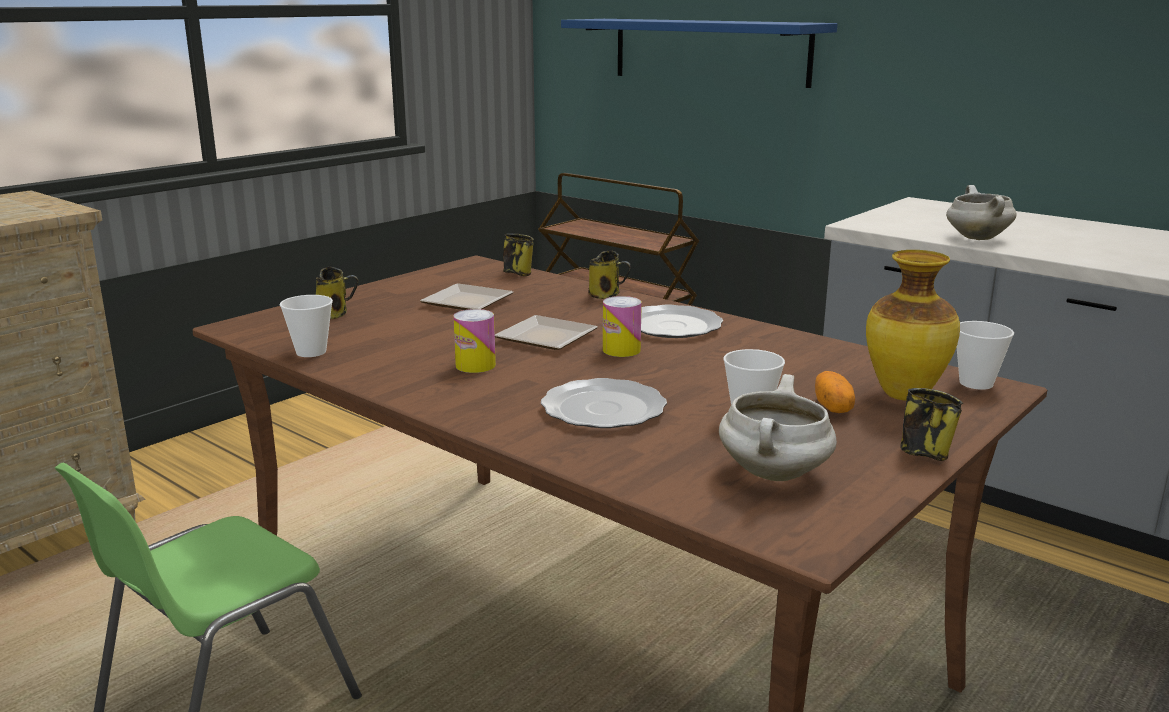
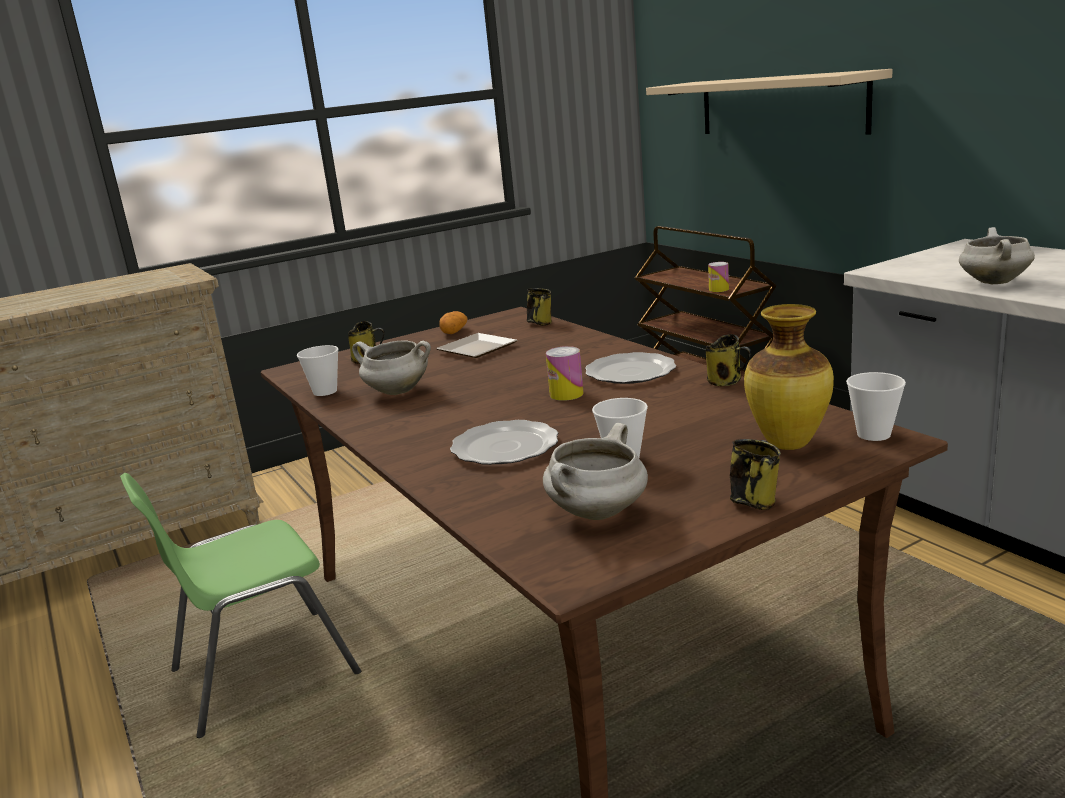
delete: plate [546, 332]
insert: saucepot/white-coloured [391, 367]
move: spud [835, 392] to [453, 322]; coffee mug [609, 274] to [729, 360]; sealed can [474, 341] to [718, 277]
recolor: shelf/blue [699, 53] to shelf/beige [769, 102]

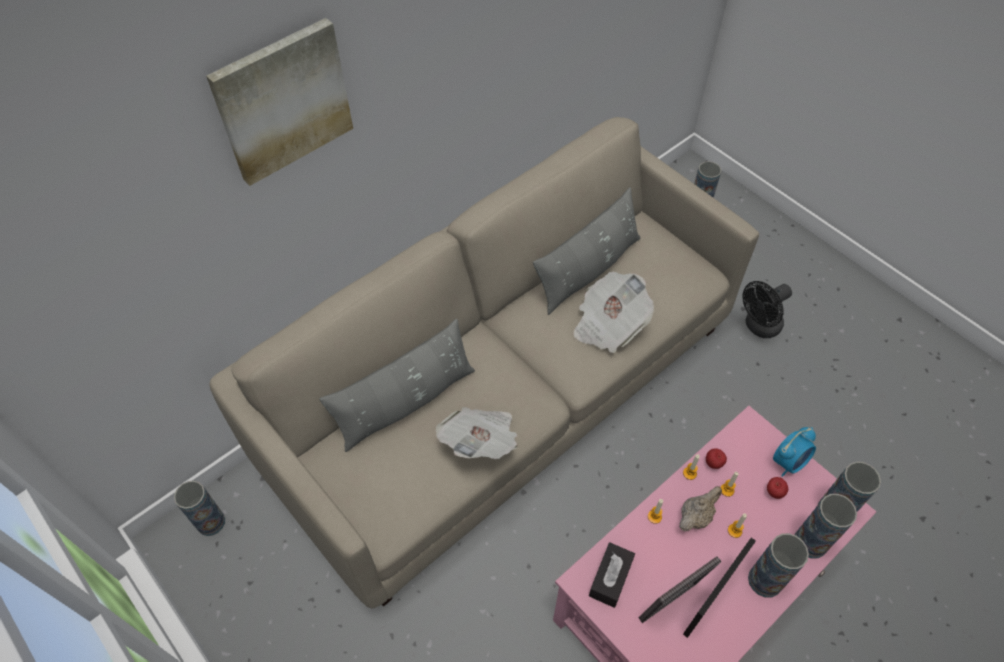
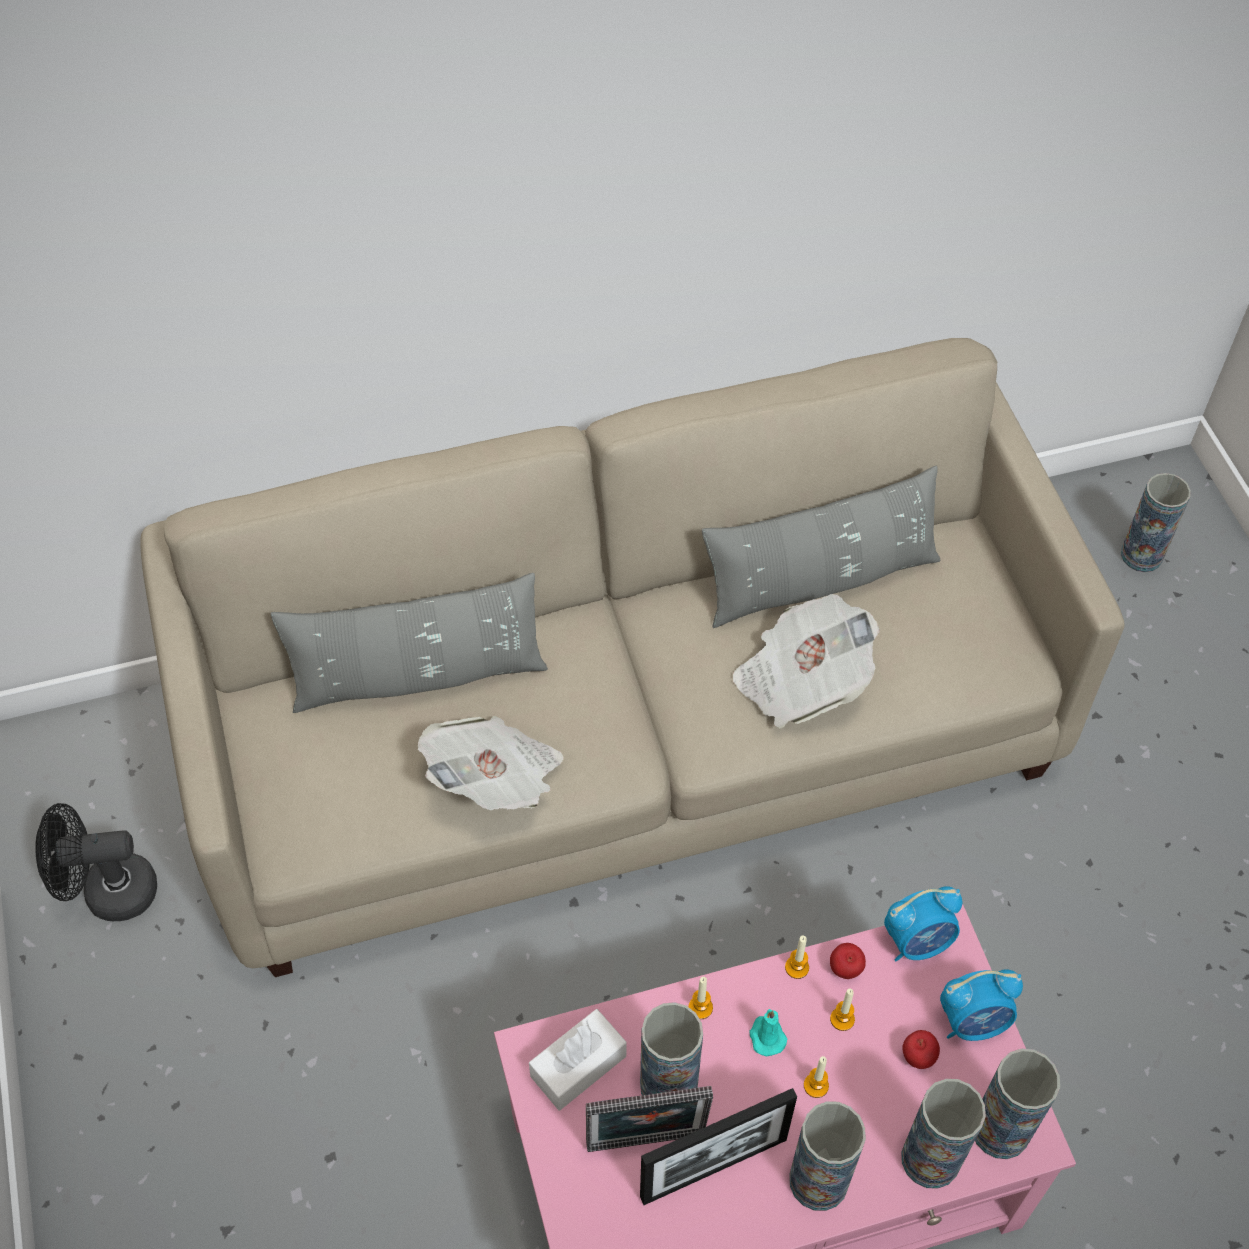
delete: wall picture [279, 102]
insert: bedside clock [923, 923]
move: fan/black-coloured [767, 309] to [96, 862]; decorative vase [199, 508] to [671, 1048]
replace: pot for tea/beige [700, 508] to wax light/turquoise-coloured [768, 1032]
recolor: tissue holder/black-coloured [612, 575] to tissue holder/white-coloured [578, 1060]

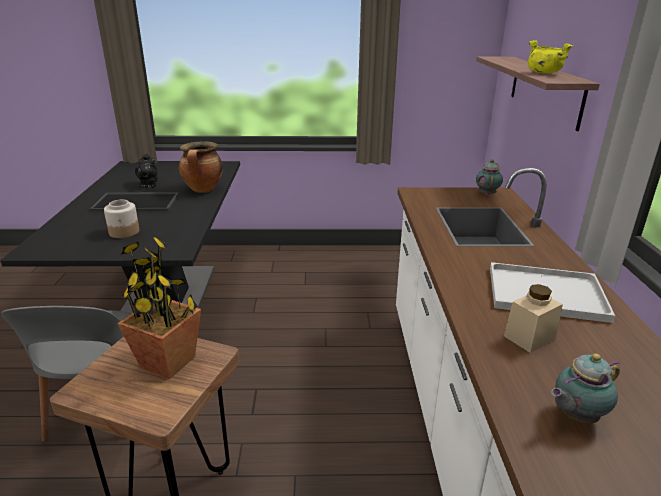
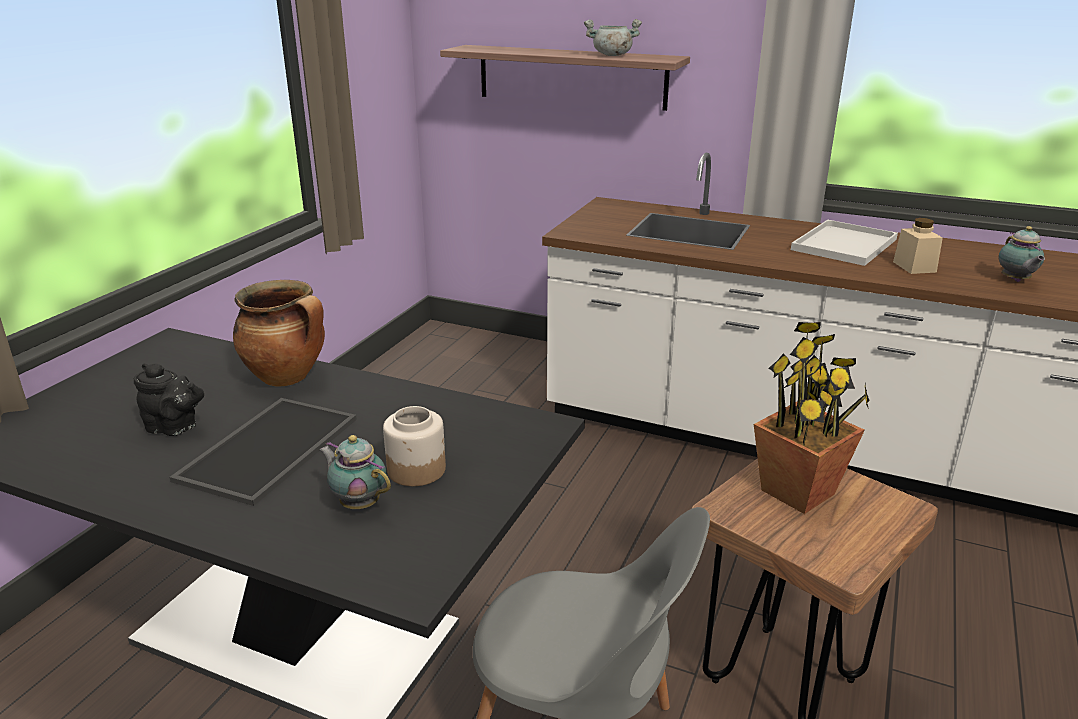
move: pot for tea [489, 177] to [355, 472]
recolor: saucepot/yellow [550, 57] to saucepot/grey [613, 37]

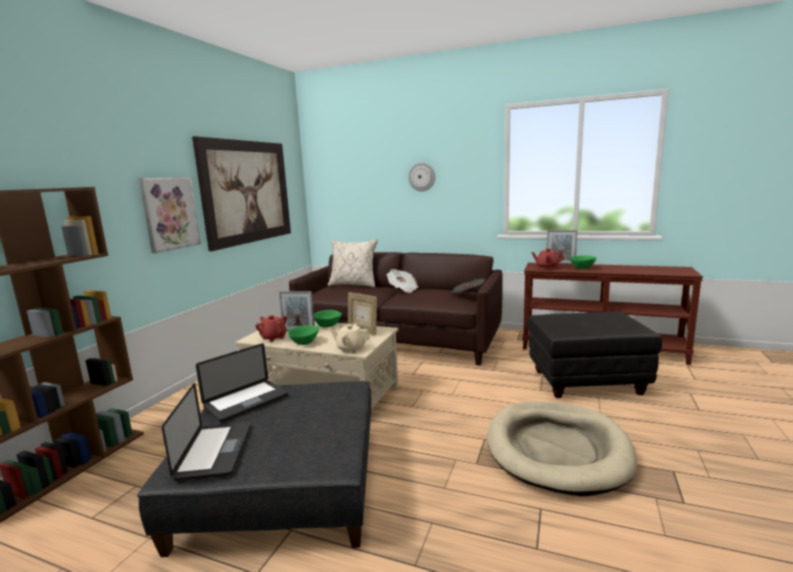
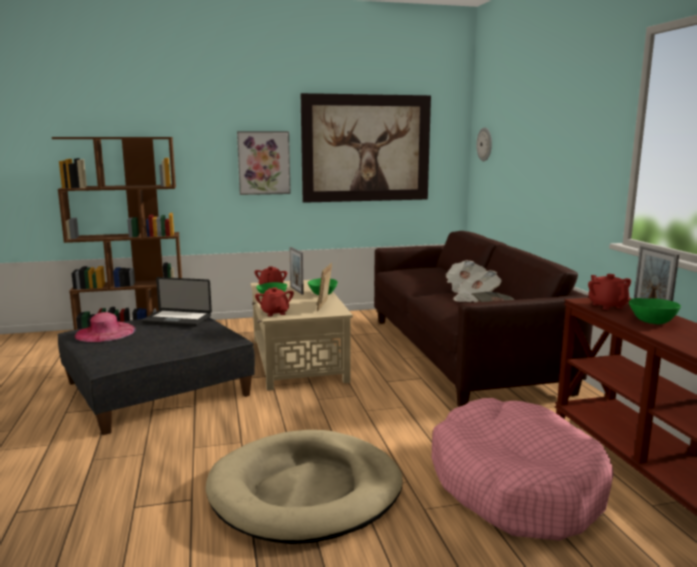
delete: pillow/beige [353, 263]
insert: printed paper [477, 286]
move: clock on the wall [421, 176] to [484, 144]
replace: portable computer [206, 432] to clothing hat/pink-coloured [105, 327]; footrest/black-coloured [594, 355] to dog bed/pink-coloured [522, 469]
recolor: pot for tea/beige [350, 338] to pot for tea/reddish [274, 301]

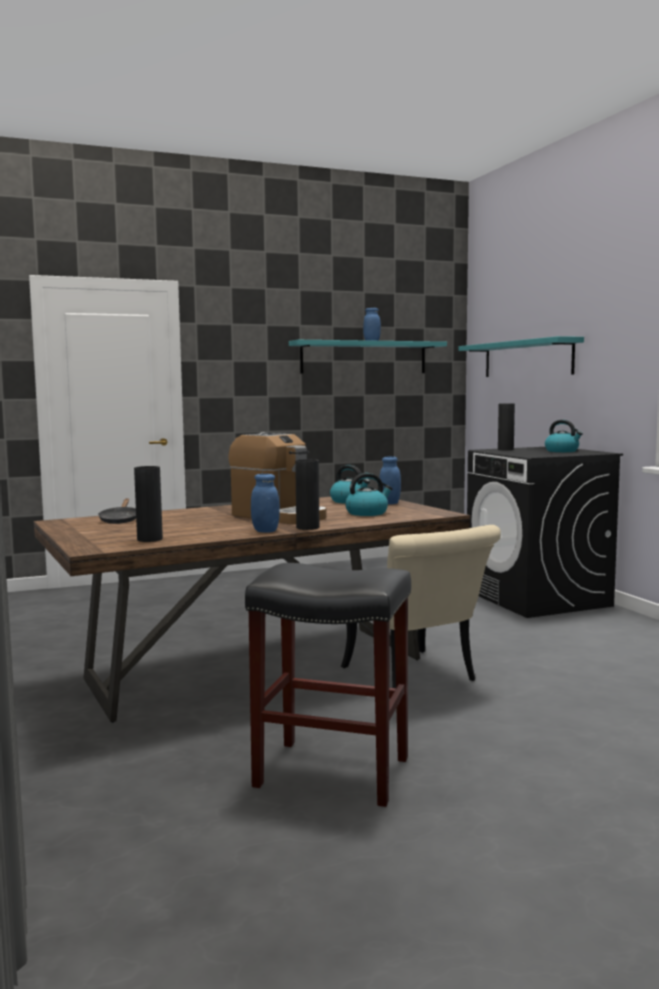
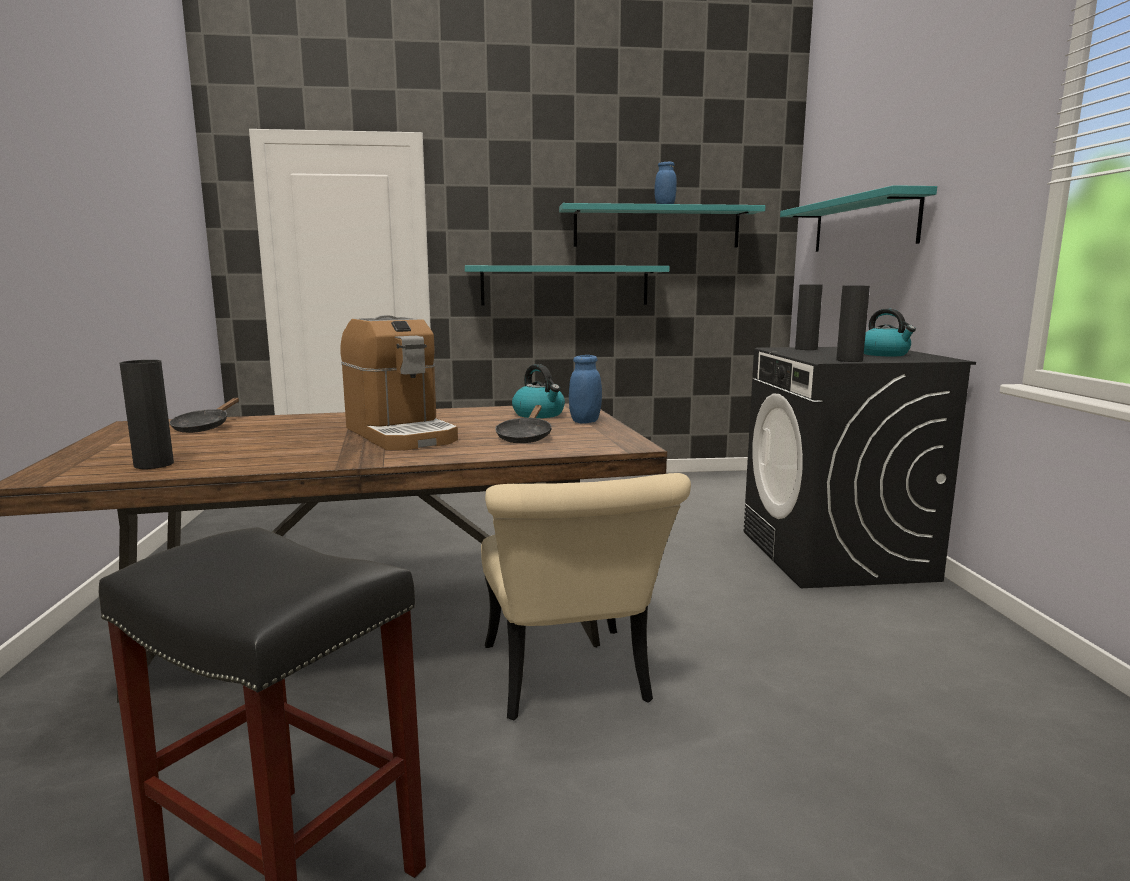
delete: storage jar/blue [265, 503]
insert: shelf/turquoise-coloured [567, 285]
move: decorative vase/black-coloured [307, 494] to [853, 324]
replace: water kettle [369, 494] to frying pan/black-coloured [523, 424]

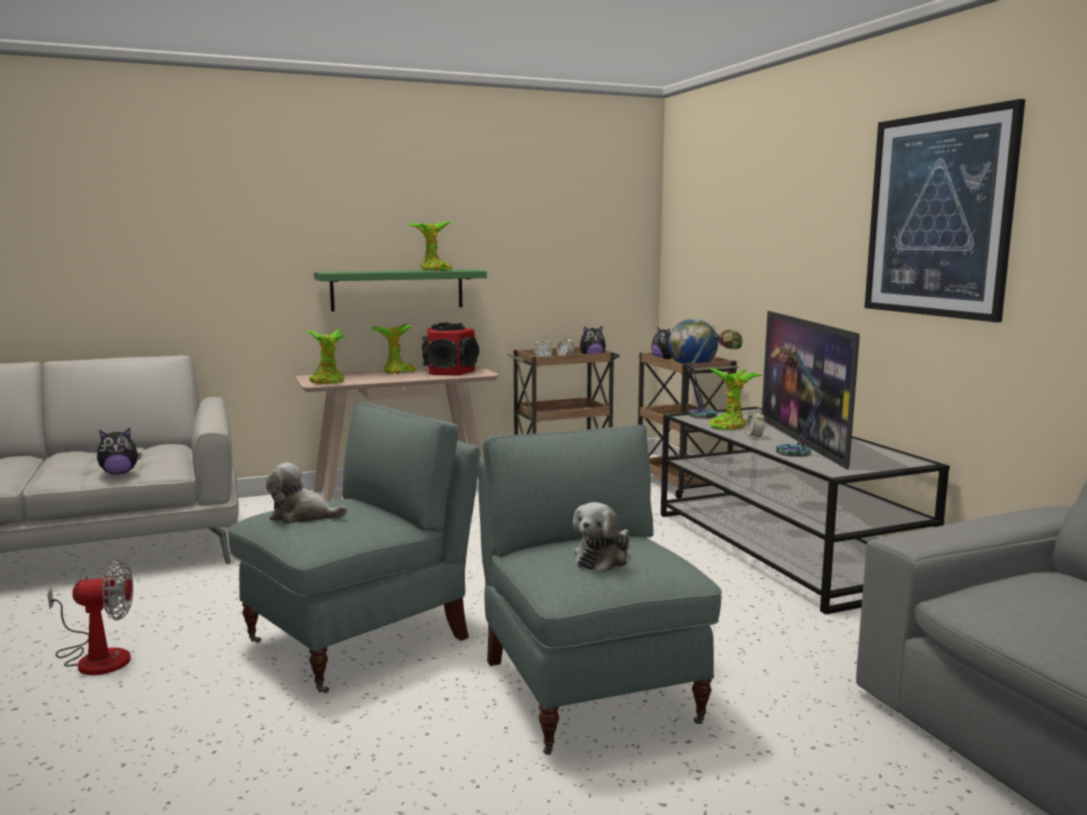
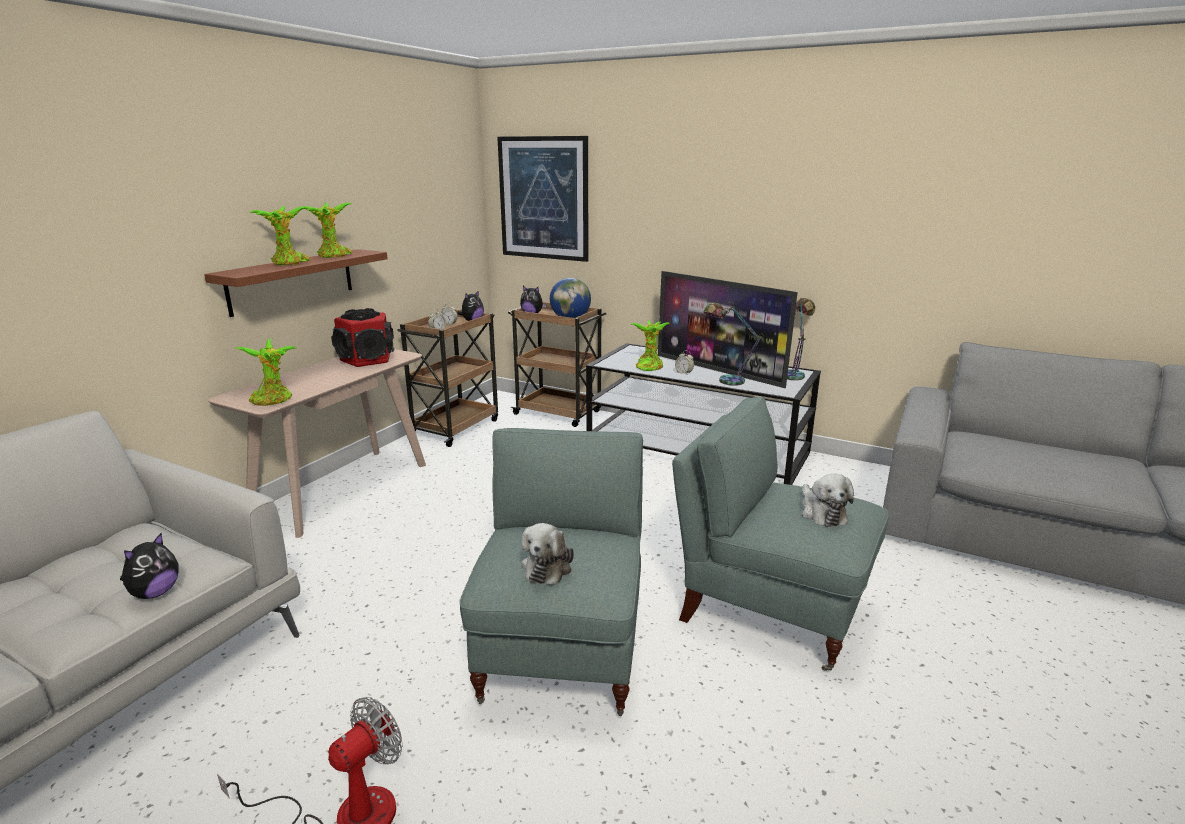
move: plant in a pot [394, 348] to [279, 235]; wall picture [944, 210] to [542, 199]; lamp for a table [714, 372] to [801, 339]
recolor: shelf/green-coloured [400, 290] to shelf/brownish [296, 283]
rotate: cuddly toy [306, 493] = [547, 554] 45 degrees counterclockwise

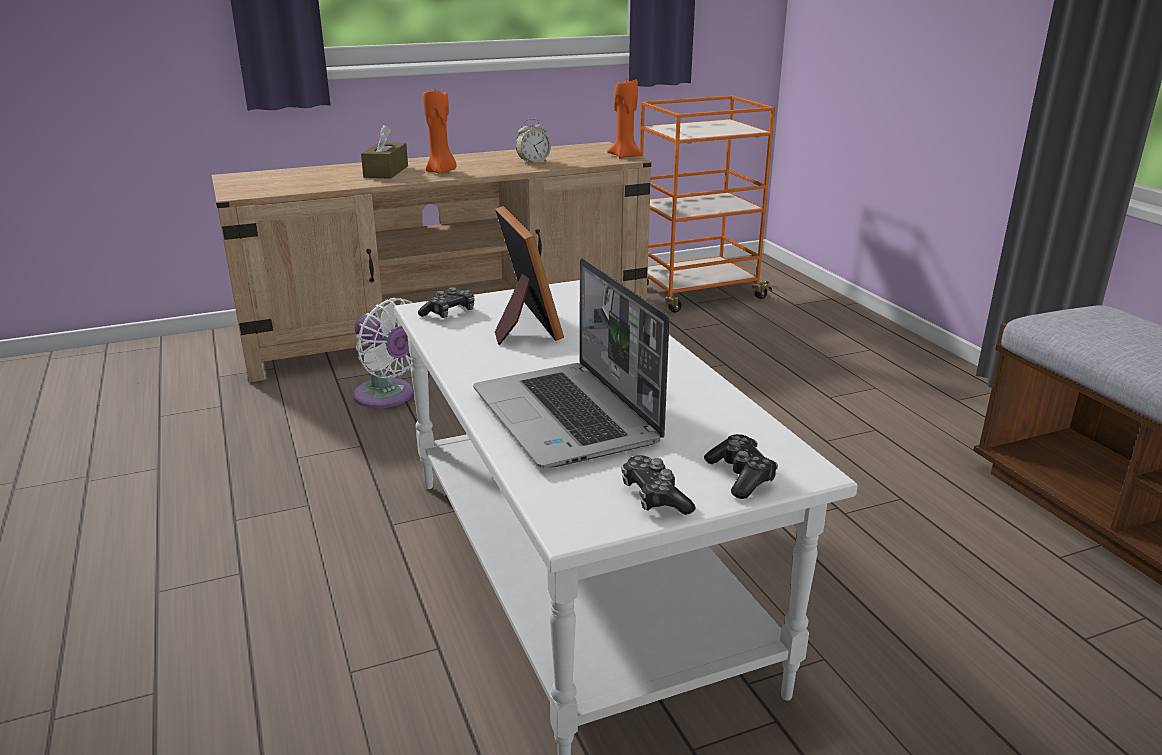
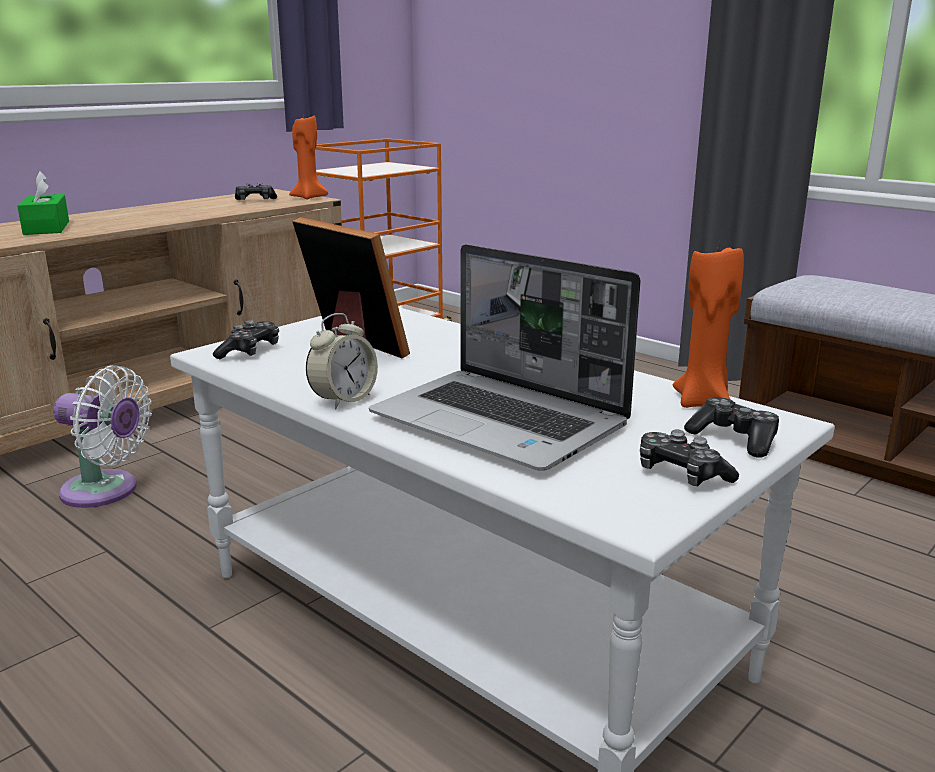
insert: game controller [256, 191]
move: bedside clock [533, 141] to [342, 361]; wax light/orangey [440, 132] to [708, 326]
recolor: tissue holder/brownish [384, 152] to tissue holder/green-coloured [43, 203]

